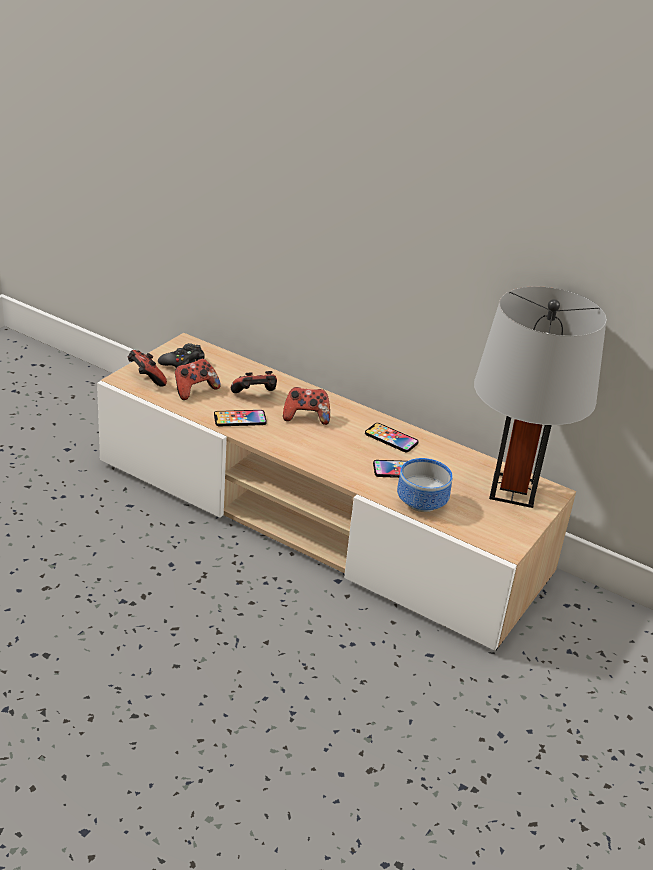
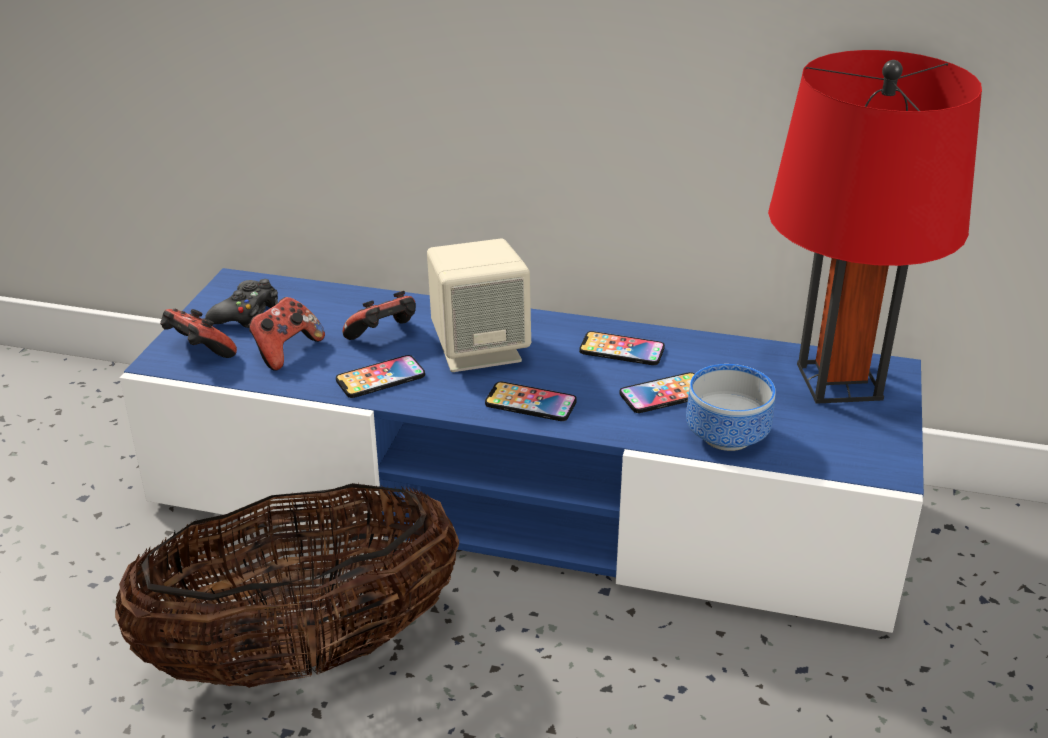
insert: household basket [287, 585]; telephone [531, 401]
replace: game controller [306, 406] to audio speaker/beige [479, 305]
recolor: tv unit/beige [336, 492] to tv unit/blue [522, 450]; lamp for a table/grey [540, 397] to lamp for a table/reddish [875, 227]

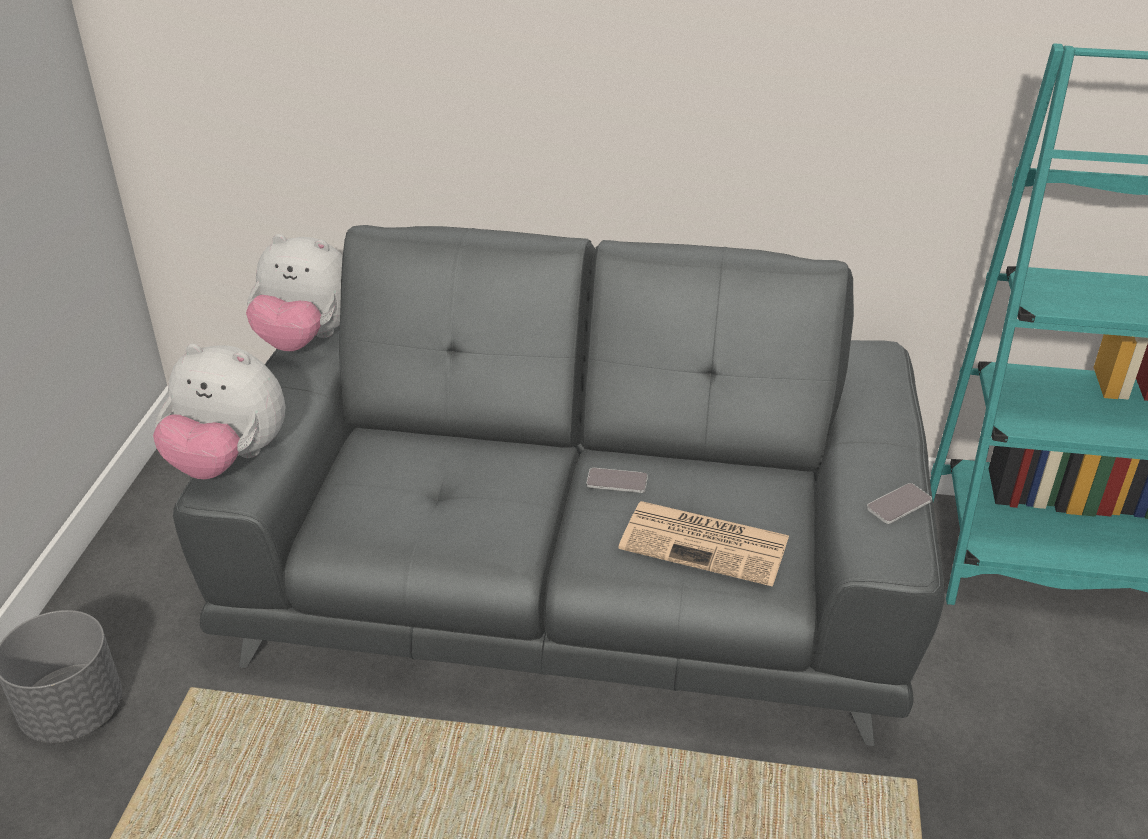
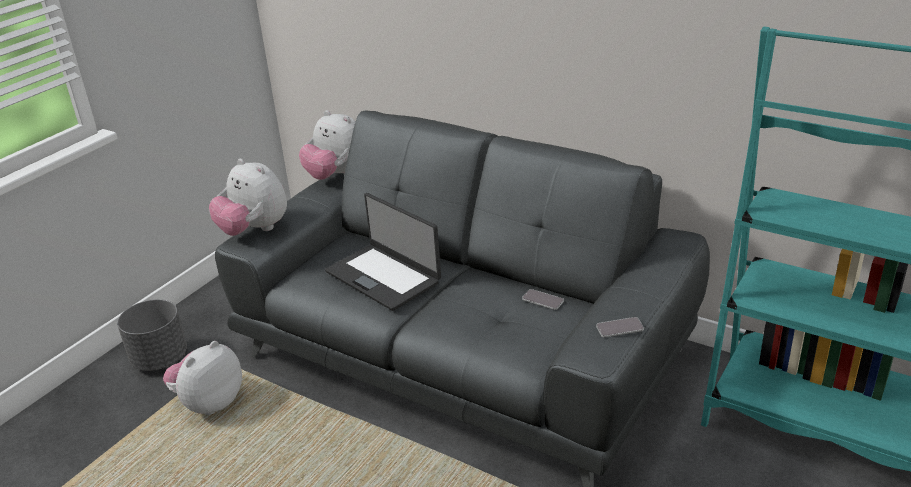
delete: printed paper [703, 543]
insert: cuddly toy [202, 378]; portable computer [383, 252]
move: telephone [617, 480] to [543, 299]

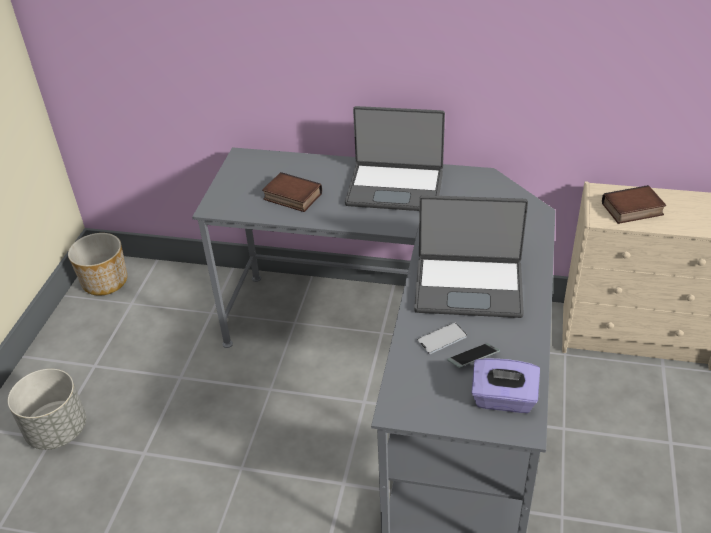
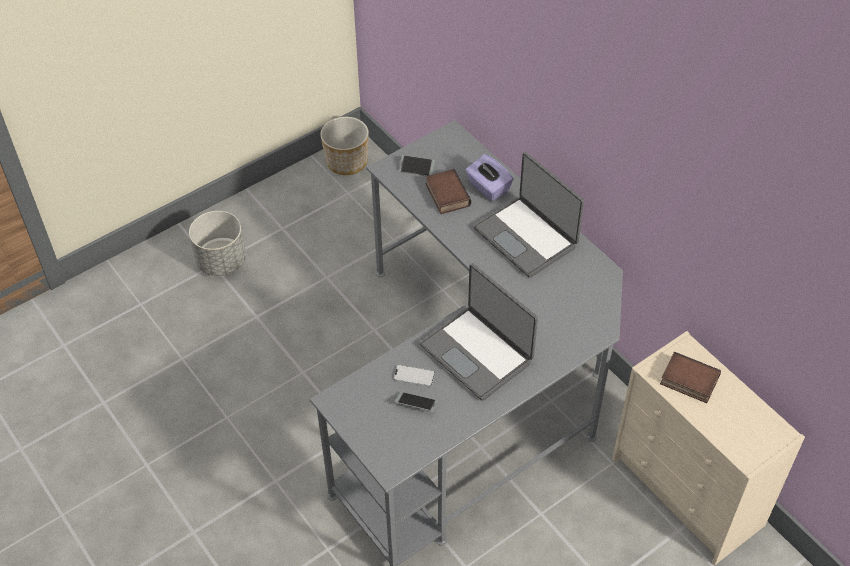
insert: telephone [417, 165]
move: tissue holder/purplish [506, 385] to [489, 177]

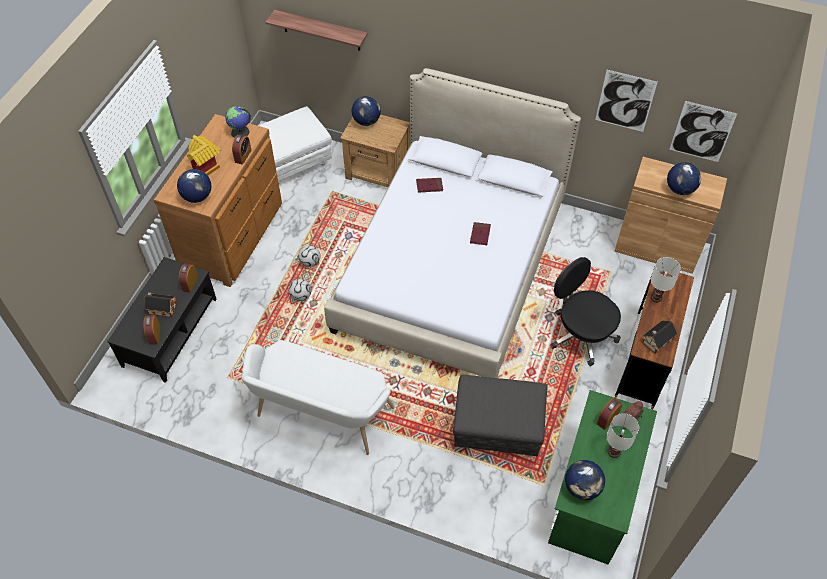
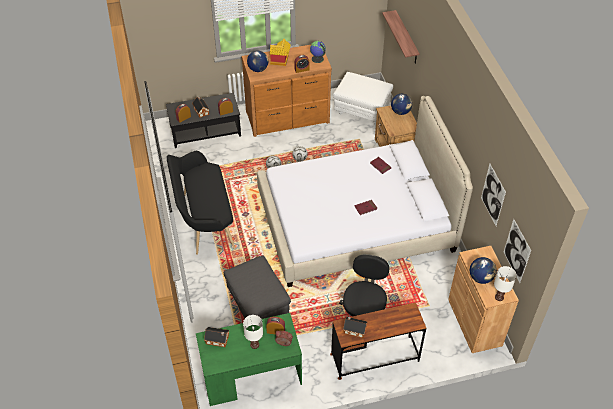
move: lamp for a table/white-coloured [666, 279] to [505, 283]
replace: globe [585, 480] to miniature house [216, 337]
recolor: bench/white-coloured [317, 397] to bench/black-coloured [201, 203]

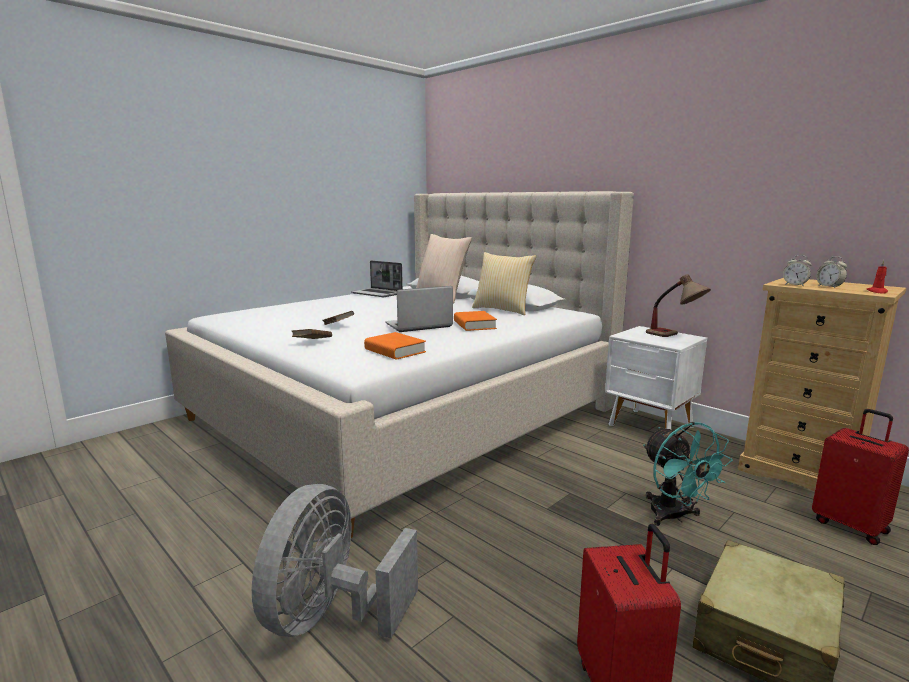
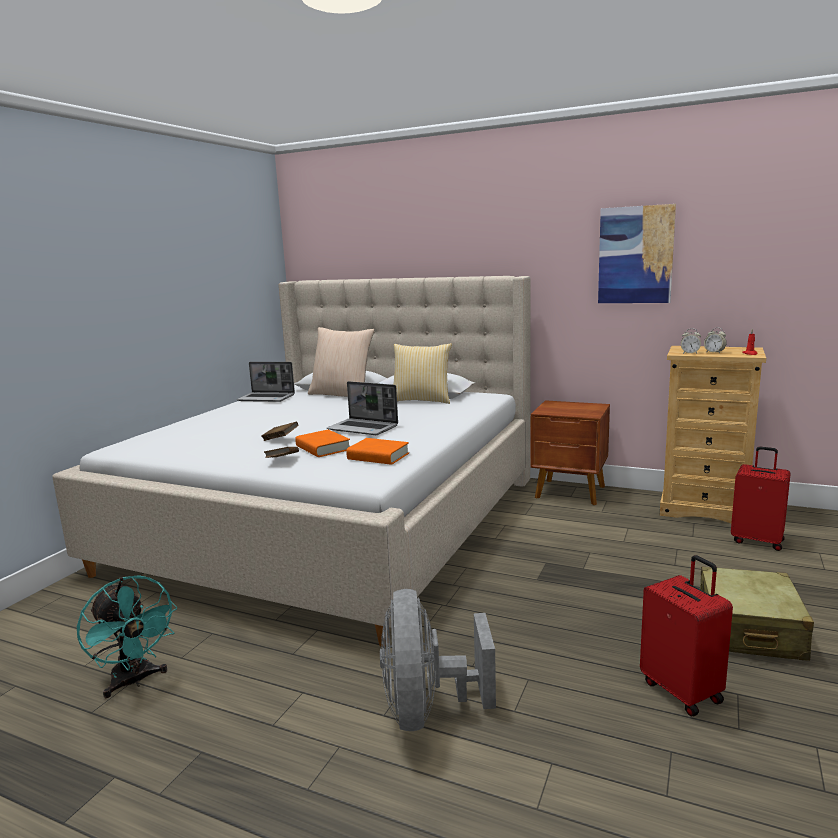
delete: lamp for a table [678, 305]
insert: wall picture [637, 253]
move: fan/turquoise-coloured [688, 474] to [127, 636]; volume/orangey [475, 321] to [322, 443]
recolor: night table/white-coloured [656, 378] to night table/brownish [570, 452]
rotate: portable computer [419, 309] = [362, 408] 105 degrees counterclockwise

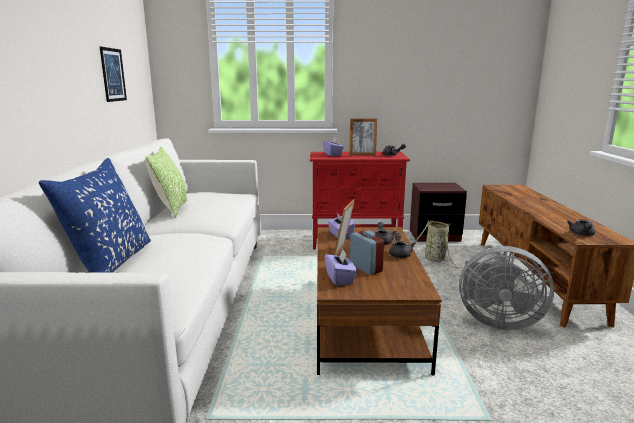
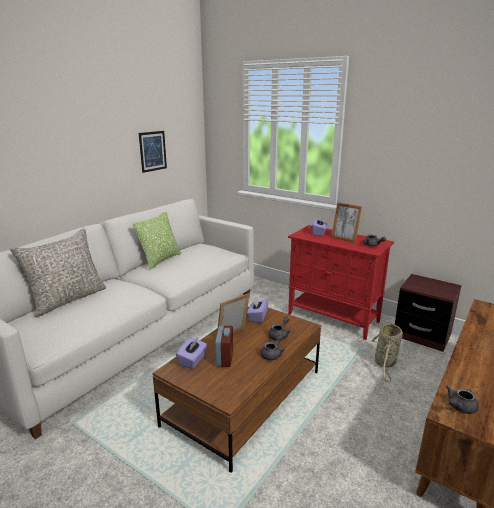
delete: fan/grey [506, 288]
recolor: pillow/blue [95, 215] to pillow/grey [58, 272]

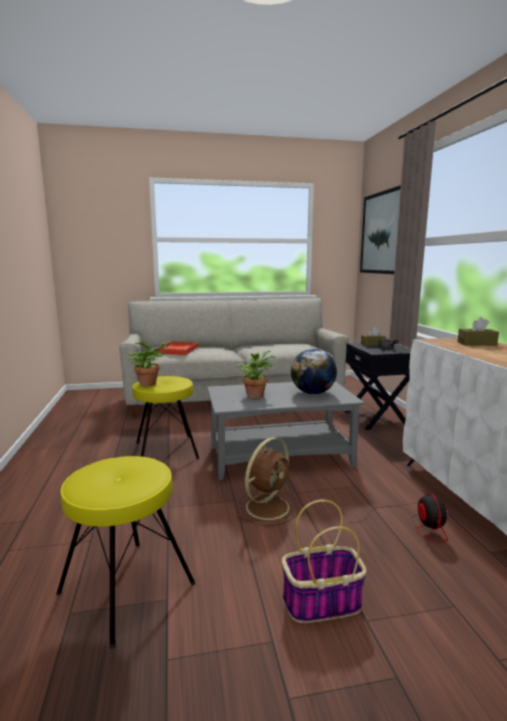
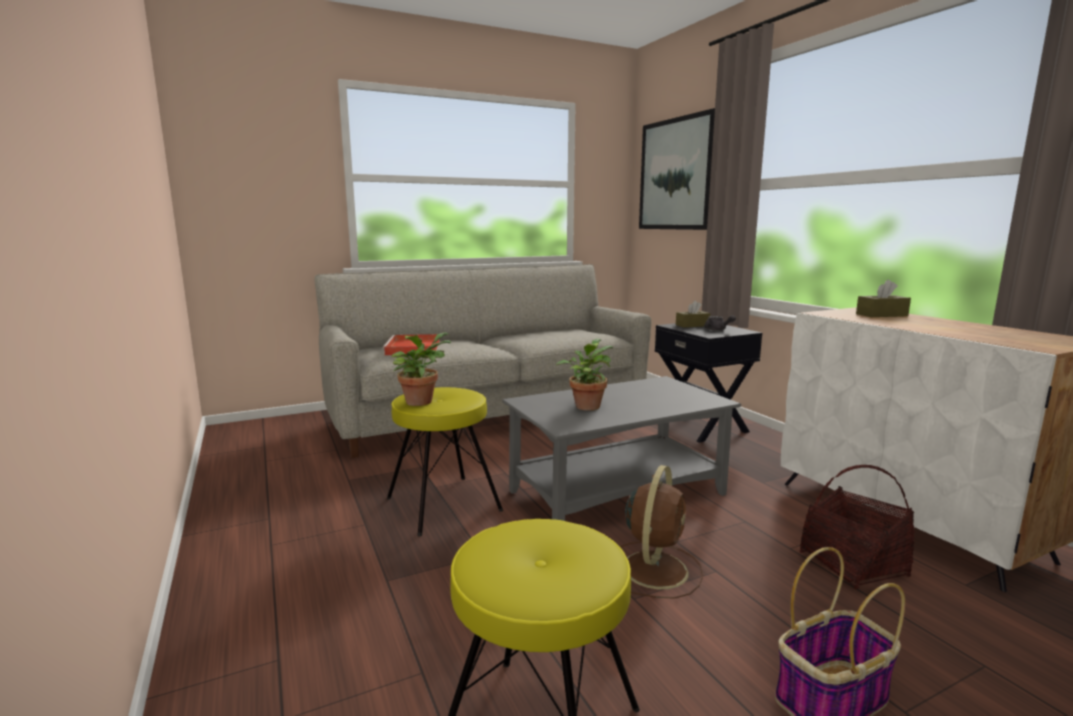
delete: globe [314, 371]
replace: fan [400, 517] to household basket [857, 527]

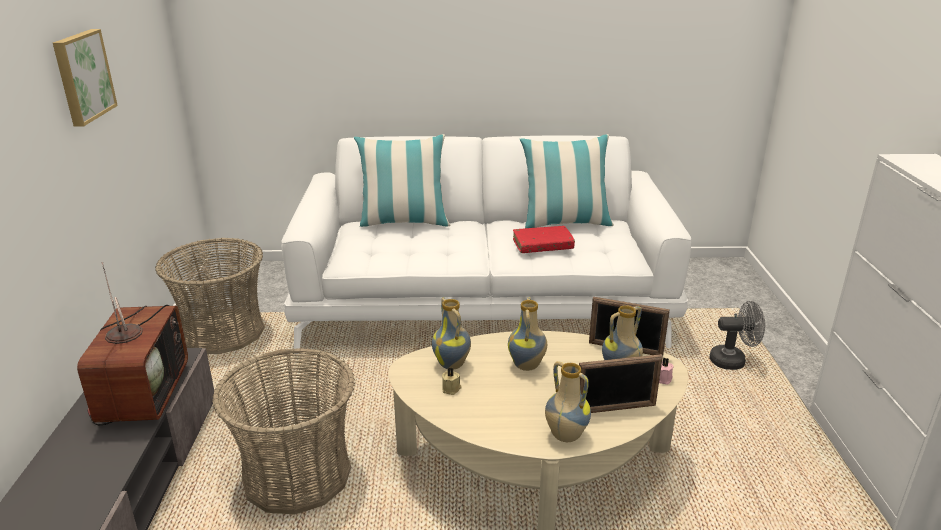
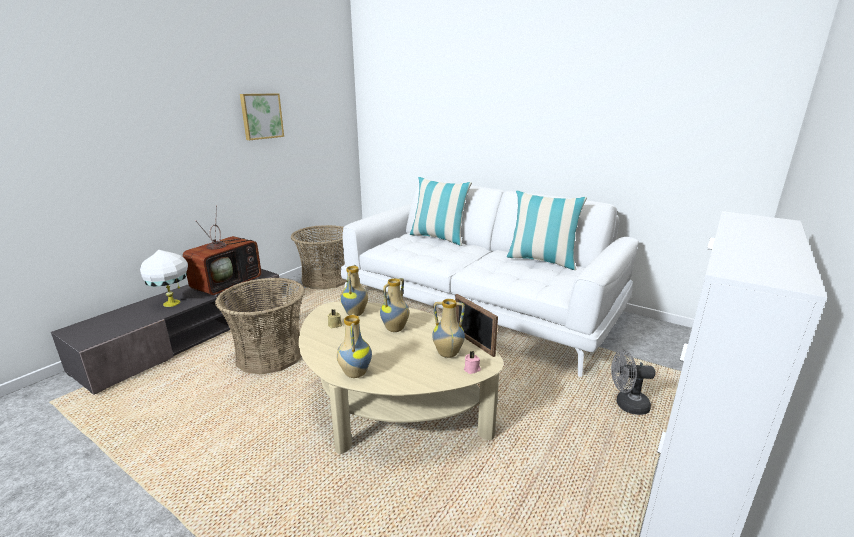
delete: volume/reddish [544, 239]; standing frame [621, 383]
insert: lamp for a table/white-coloured [164, 278]
rotate: fan/grey [737, 335] = [633, 382] 150 degrees clockwise

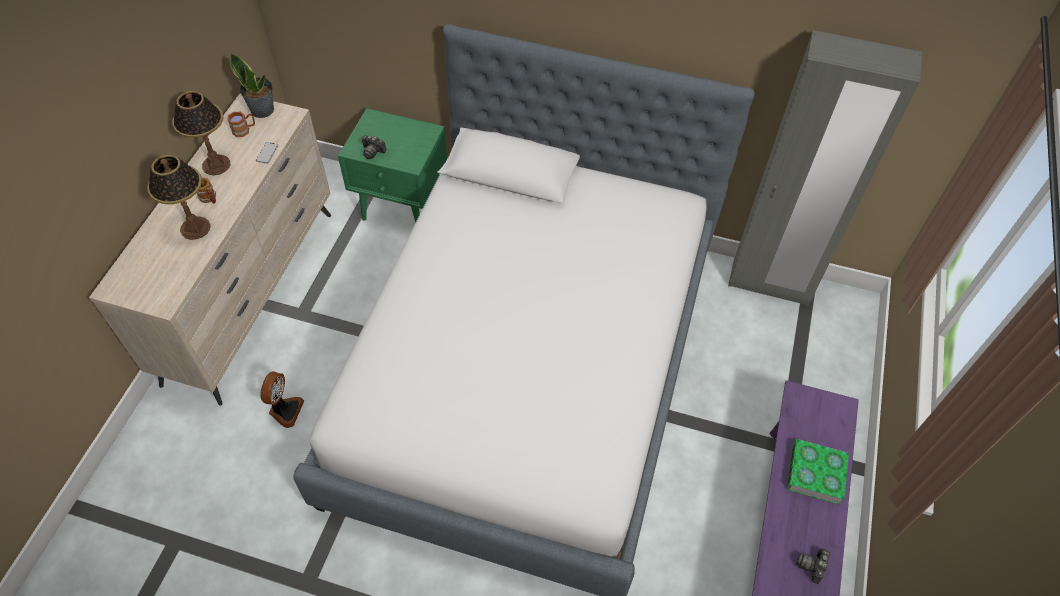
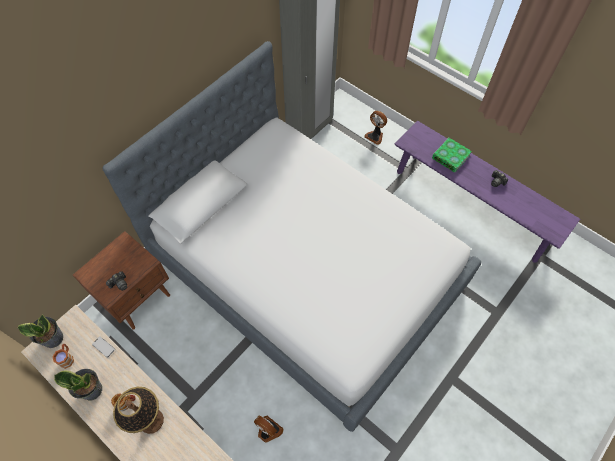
insert: fan [375, 128]
replace: lamp for a table [201, 133] to plant in a pot [78, 384]
recolor: night table/green-coloured [392, 165] to night table/brownish [121, 280]

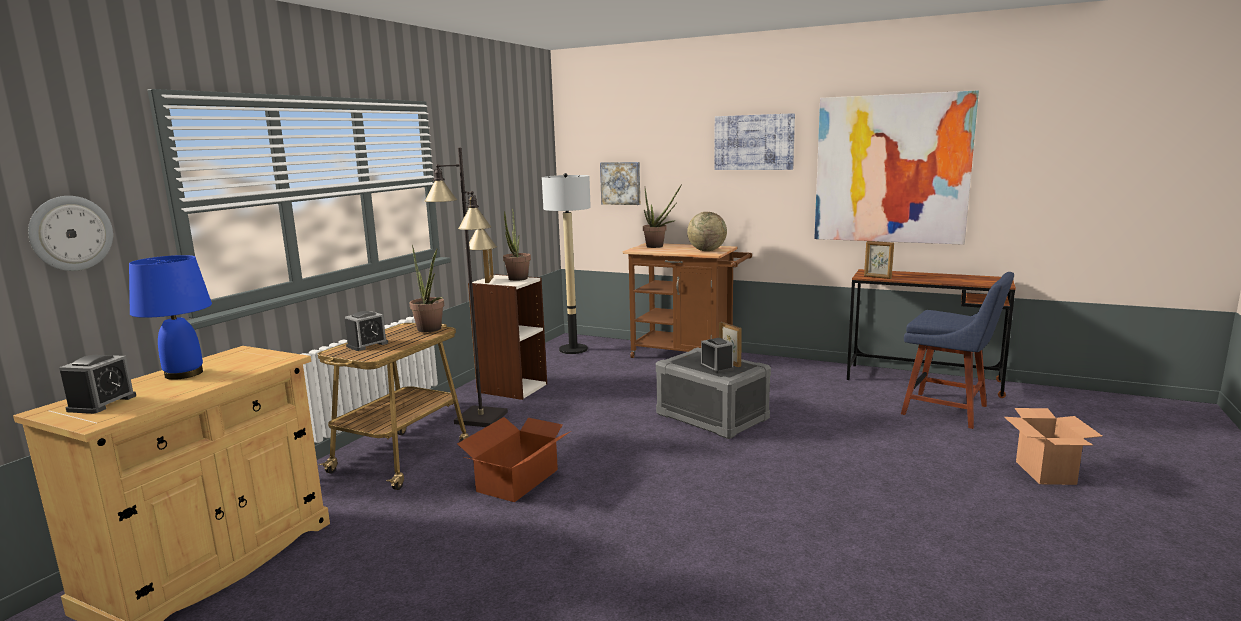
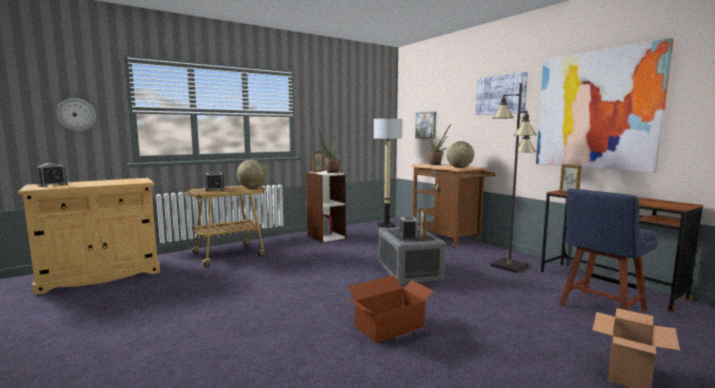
delete: lamp for a table/blue [170, 317]
move: cardboard box [514, 459] to [390, 309]; floor lamp/black-coloured [466, 287] to [513, 178]
replace: plant in a pot [427, 288] to globe [252, 173]
rotate: upright chair/blue [957, 350] = [608, 250] 75 degrees clockwise

